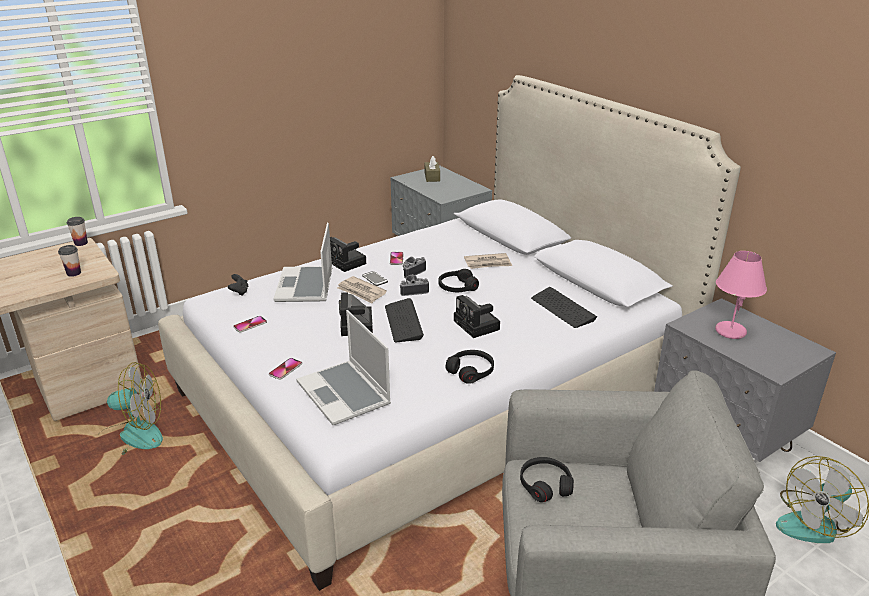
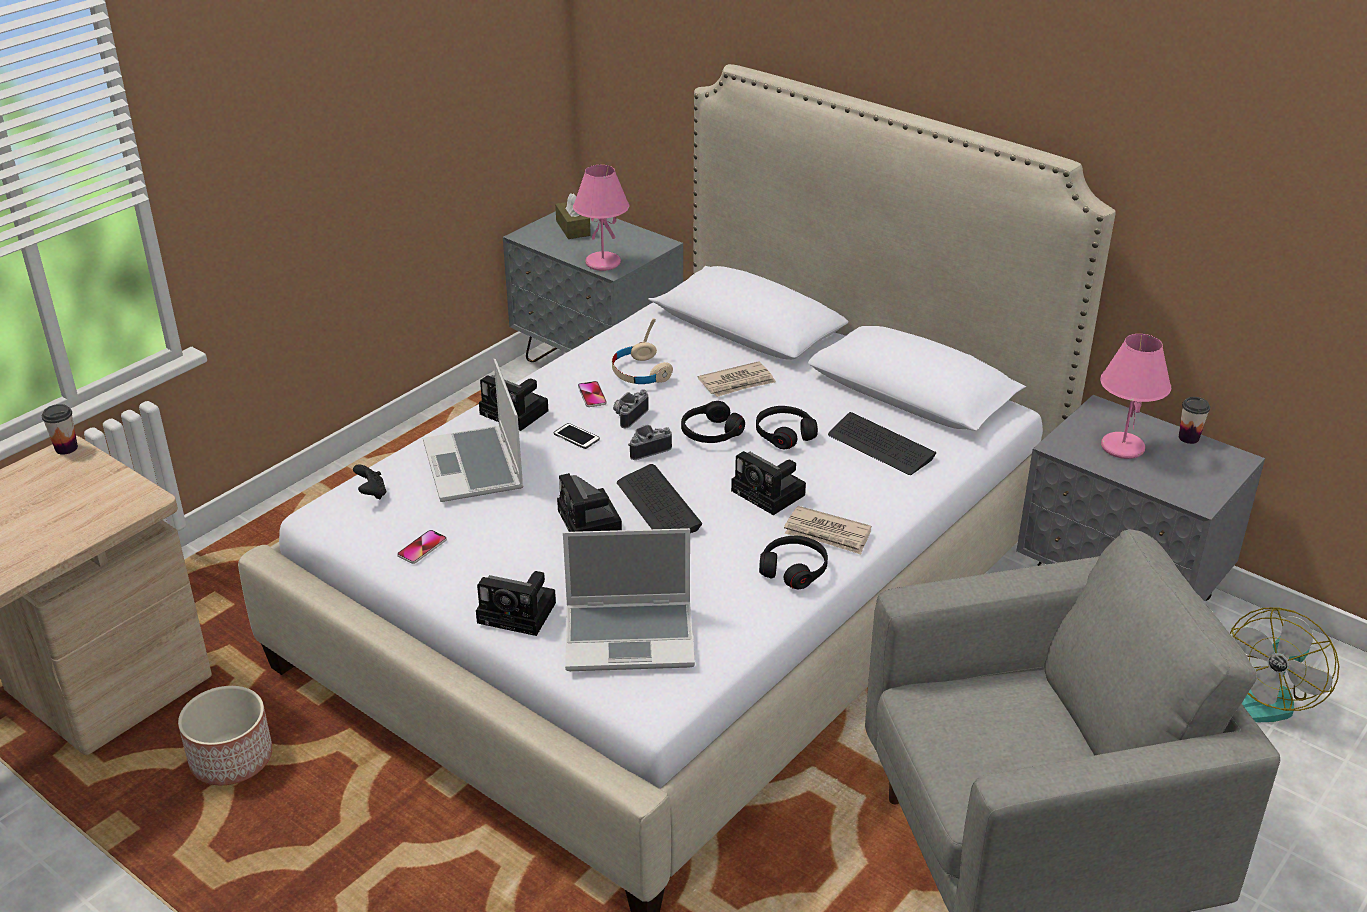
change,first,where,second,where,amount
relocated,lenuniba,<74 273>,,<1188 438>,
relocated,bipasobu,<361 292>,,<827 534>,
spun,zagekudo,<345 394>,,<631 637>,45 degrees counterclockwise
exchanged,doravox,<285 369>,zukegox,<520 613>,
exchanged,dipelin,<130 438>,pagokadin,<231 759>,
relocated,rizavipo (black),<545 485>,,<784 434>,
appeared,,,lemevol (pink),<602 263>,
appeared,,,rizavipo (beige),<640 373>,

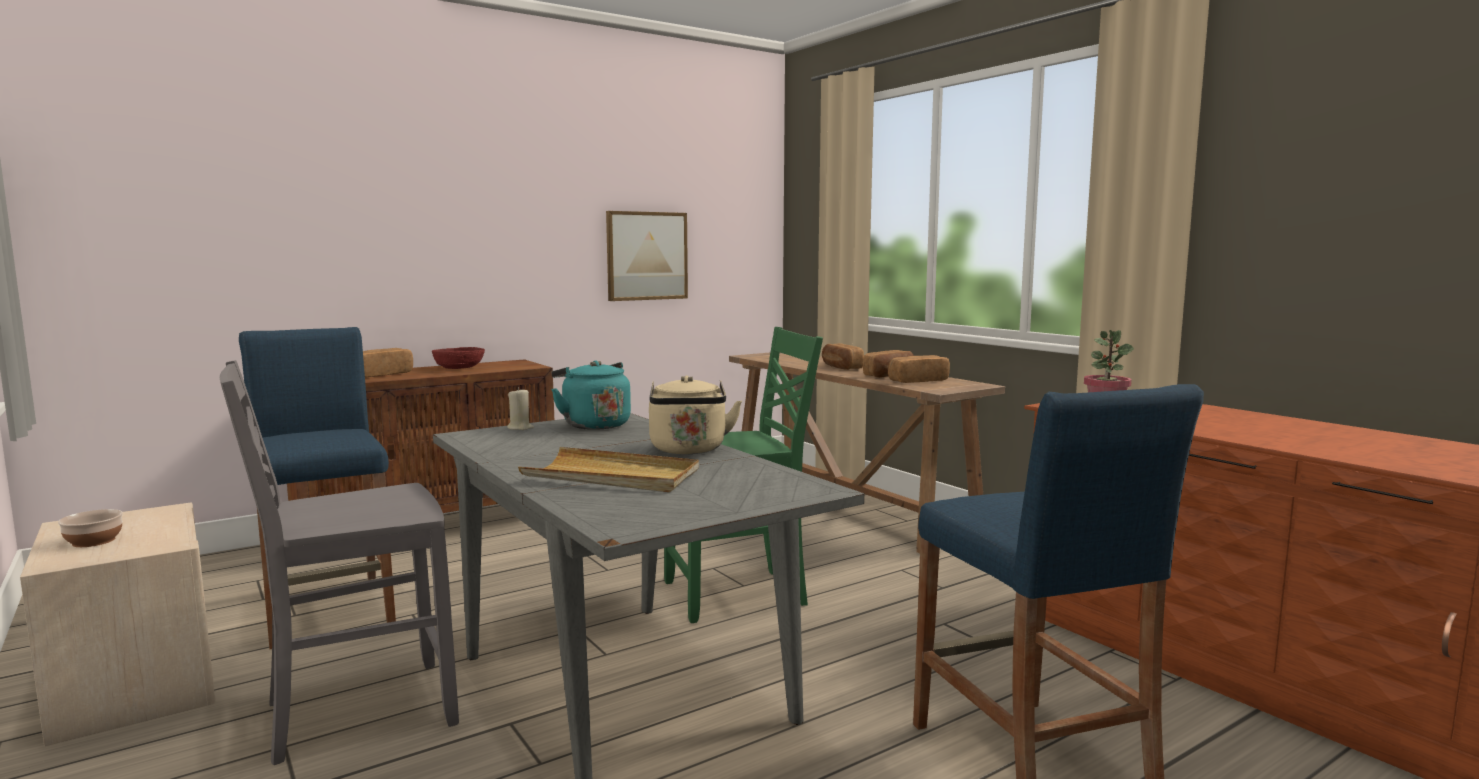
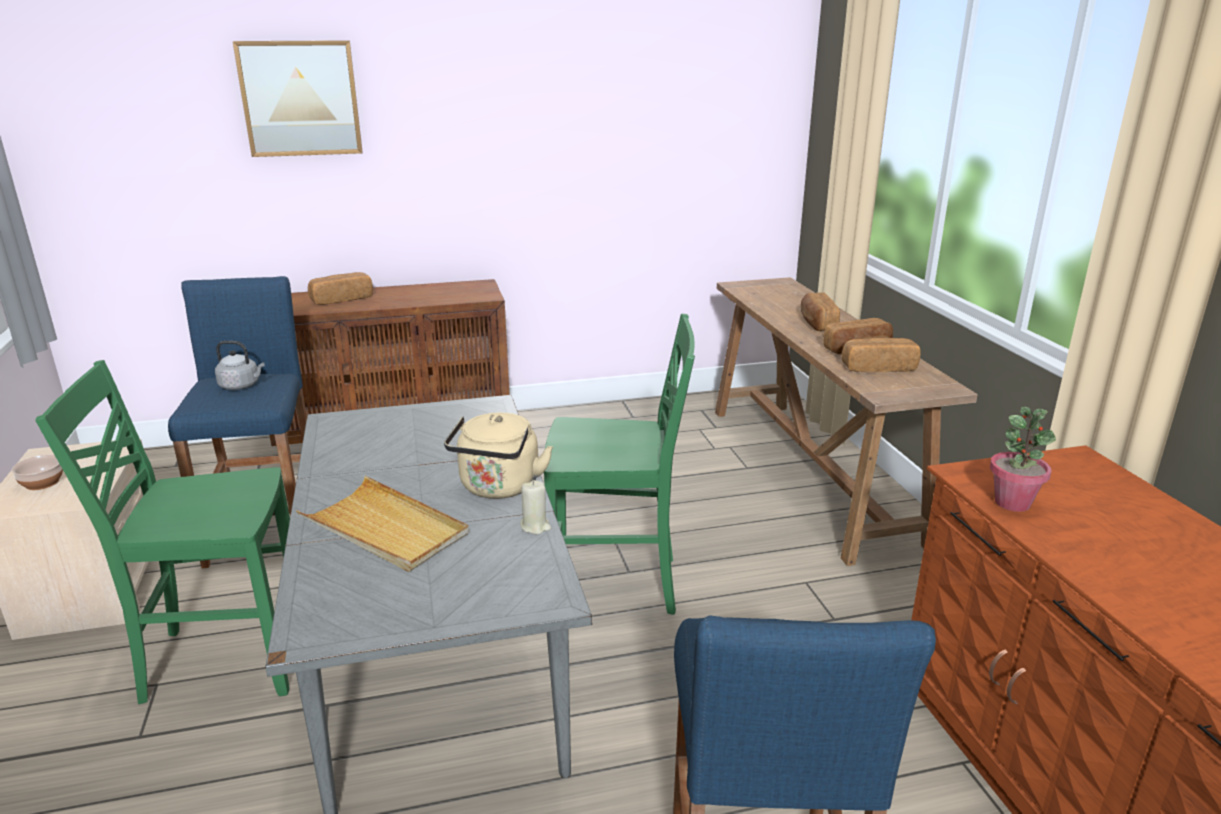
change,first,where,second,where,amount
relocated,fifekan,<646 256>,,<300 98>,
missing,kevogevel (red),<459 368>,,,
colour,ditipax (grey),<357 712>,ditipax (green),<224 659>,
missing,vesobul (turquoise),<593 425>,,,
relocated,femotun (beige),<520 428>,,<535 526>,
appeared,,,vesobul (grey),<241 386>,

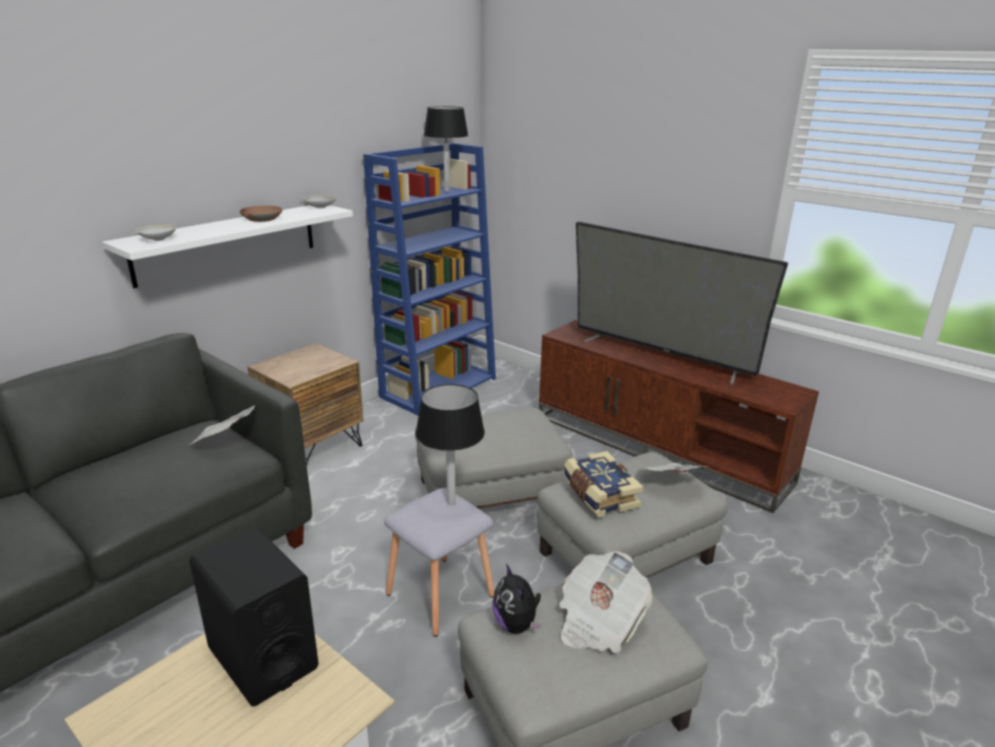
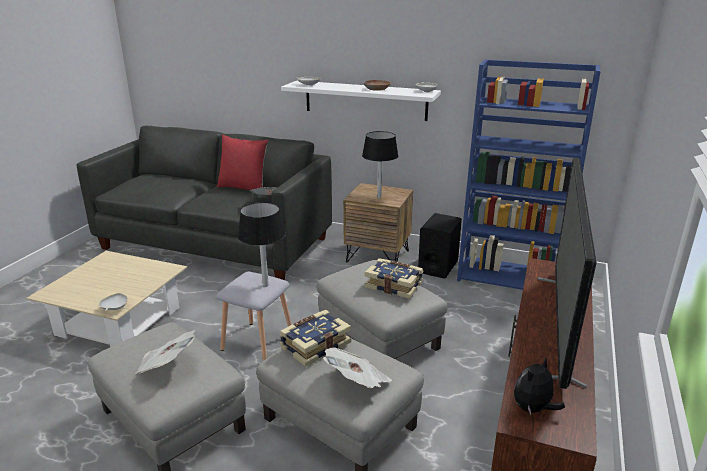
change,first,where,second,where,amount
relocated,lemevol (black),<446 191>,,<379 197>,
relocated,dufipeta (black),<262 658>,,<438 267>,
relocated,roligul,<516 624>,,<533 409>,
appeared,,,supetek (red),<244 187>,
appeared,,,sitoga,<394 285>,
appeared,,,kevogevel (white),<114 308>,

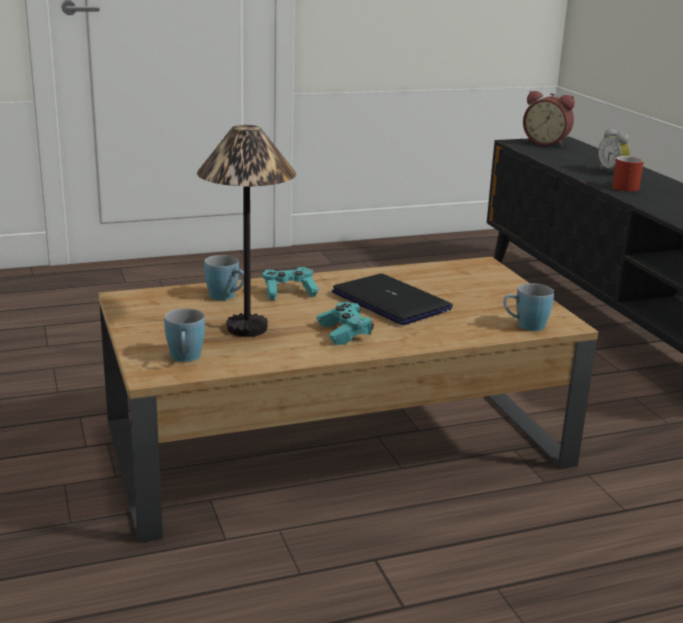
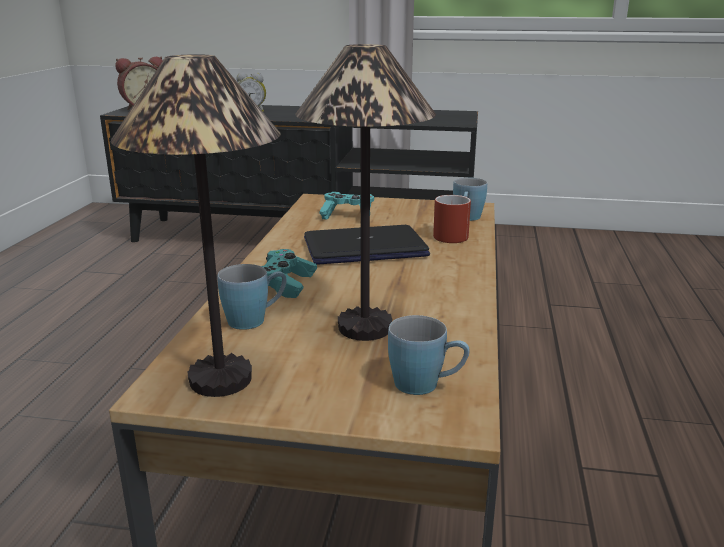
change,first,where,second,where,amount
relocated,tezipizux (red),<627 187>,,<446 235>,
relocated,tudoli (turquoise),<344 333>,,<348 216>,
appeared,,,lemevol,<219 380>,

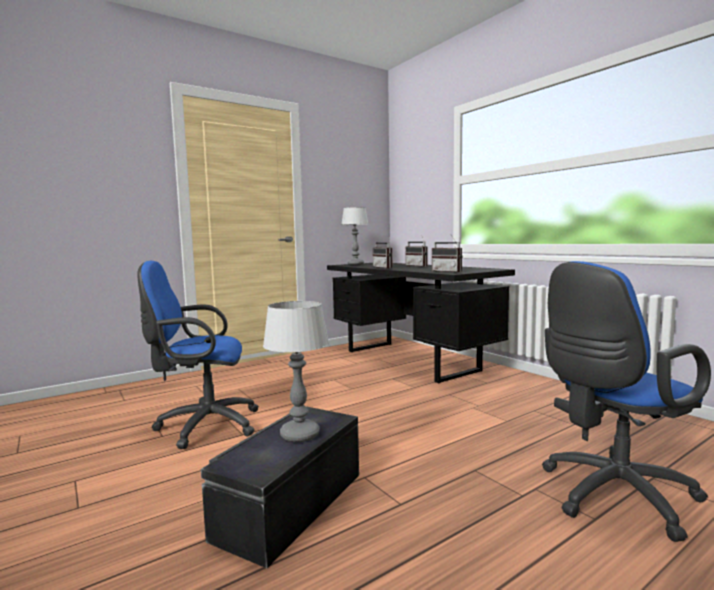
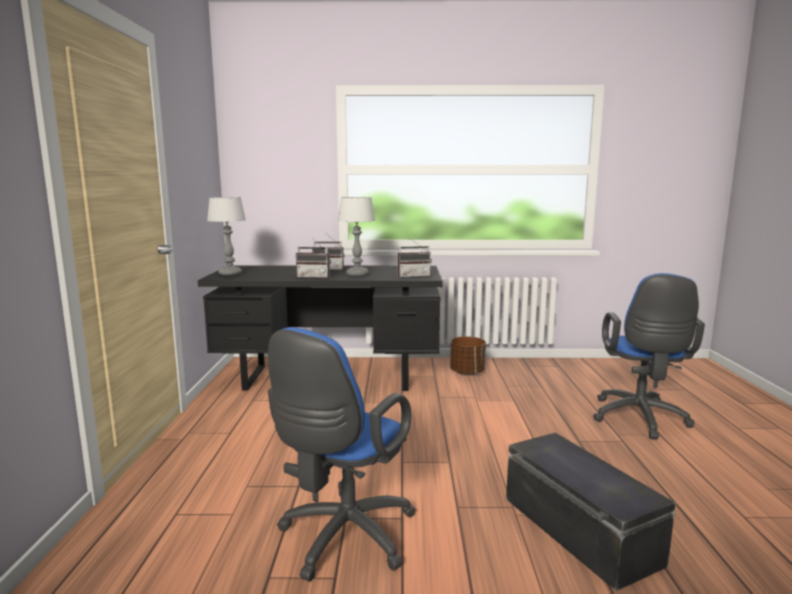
change,first,where,second,where,amount
relocated,lemevol,<300 434>,,<357 274>,
appeared,,,pagokadin (brown),<467 372>,

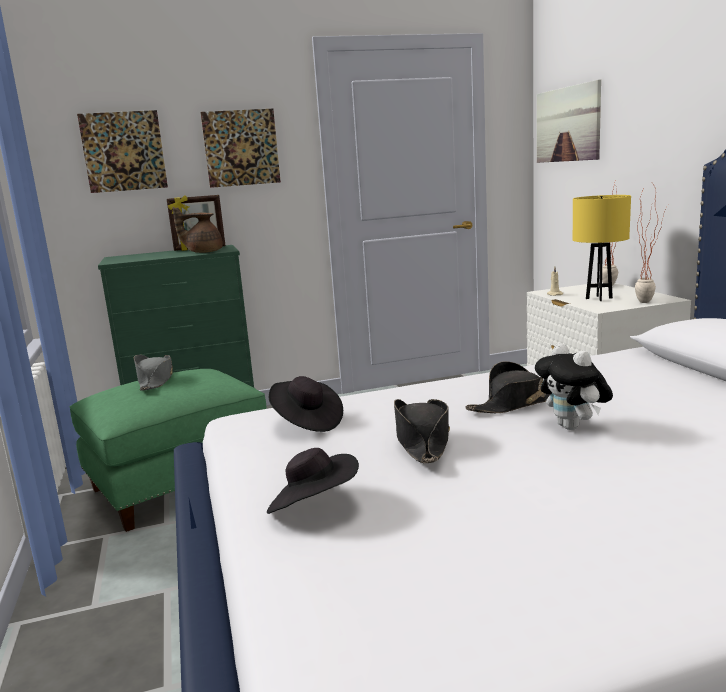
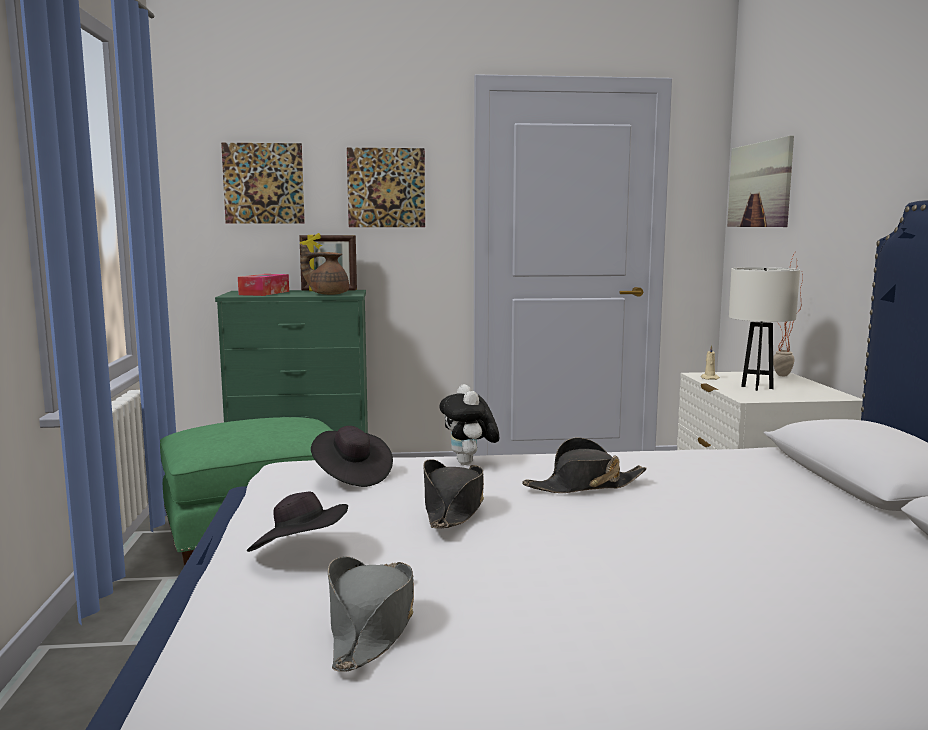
change,first,where,second,where,amount
missing,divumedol,<648 301>,,,
colour,lemevol (yellow),<599 298>,lemevol (white),<757 387>,
relocated,roligul,<573 427>,,<469 463>,
relocated,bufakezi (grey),<155 380>,,<371 625>,
appeared,,,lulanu,<264 293>,

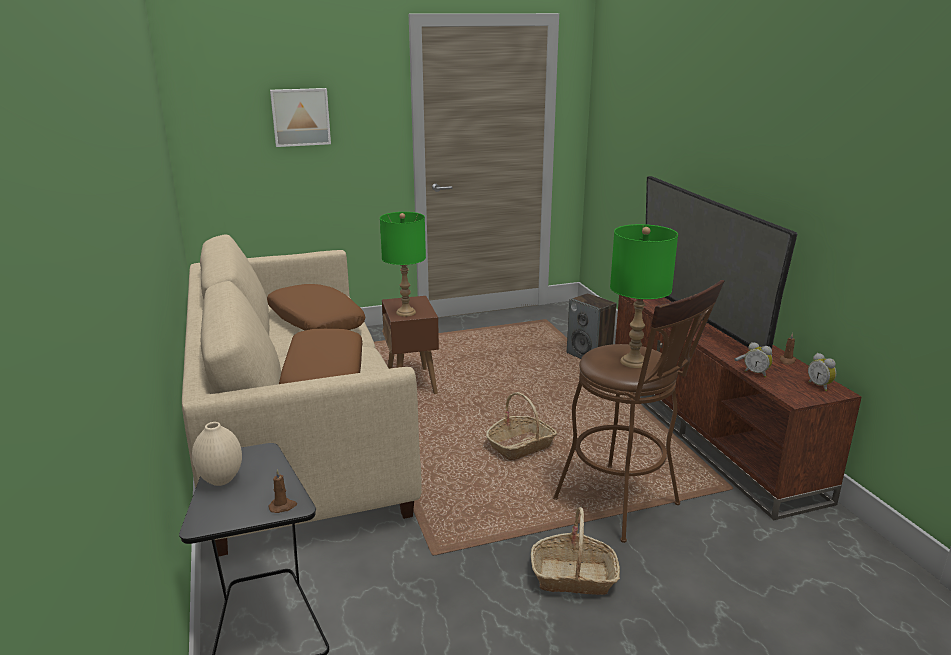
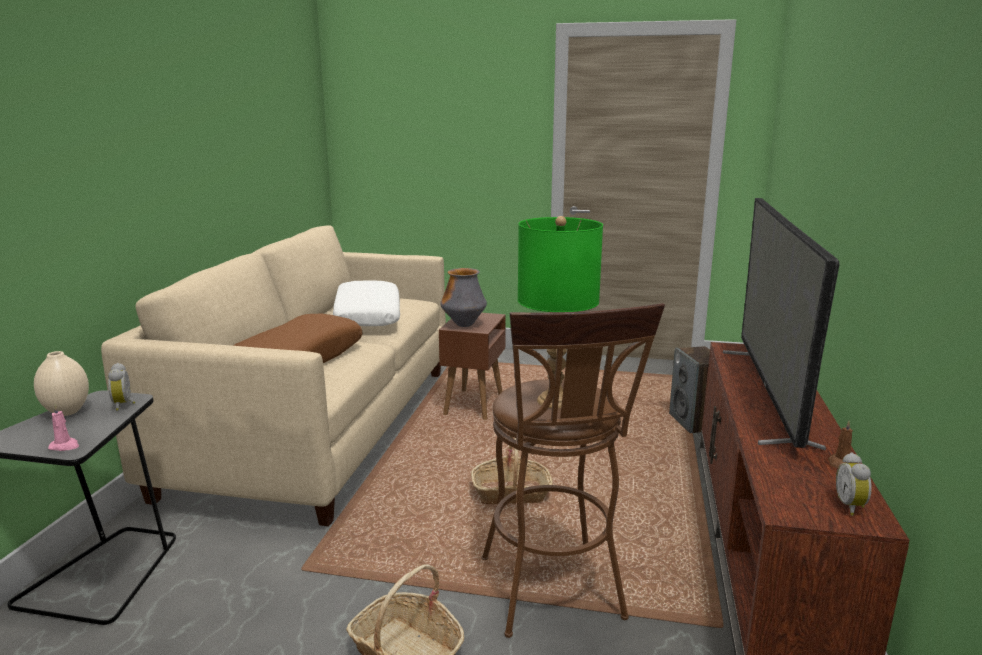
change,first,where,second,where,amount
missing,fifekan,<300 117>,,,
exchanged,lemevol (green),<406 312>,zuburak,<464 325>,
colour,supetek (brown),<315 321>,supetek (white),<367 315>,
relocated,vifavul,<756 373>,,<125 405>,
colour,femotun (brown),<283 506>,femotun (pink),<65 446>,

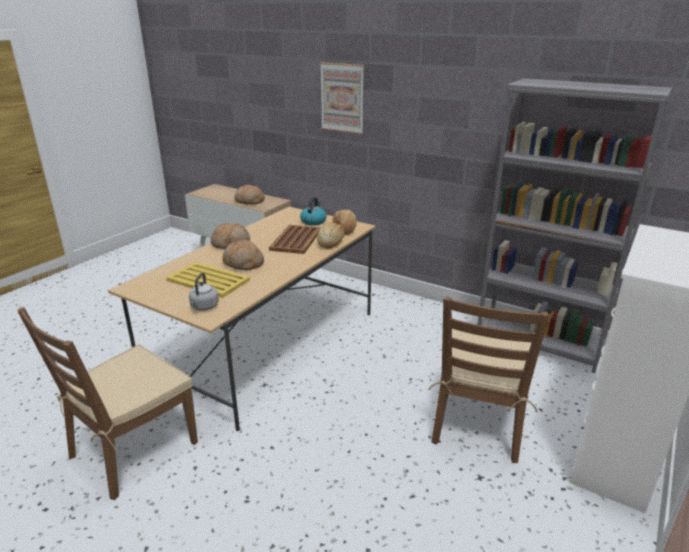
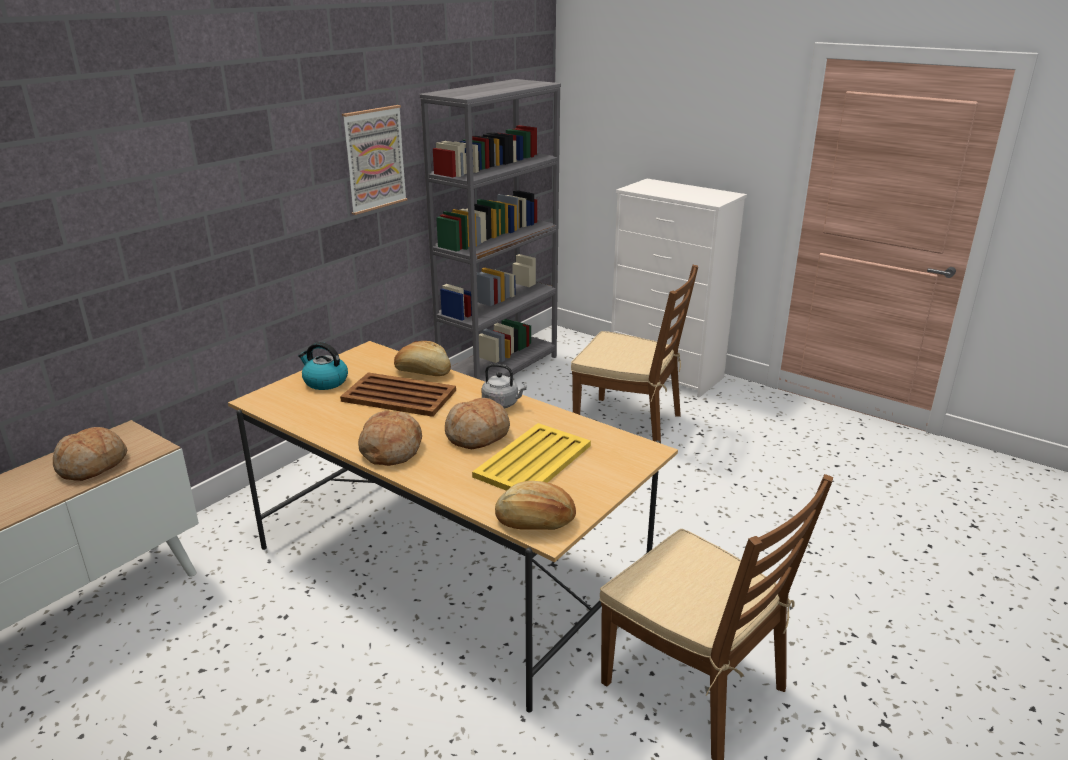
change,first,where,second,where,amount
relocated,fifekan,<342 98>,,<374 159>,
relocated,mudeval,<345 229>,,<535 521>,
relocated,vesobul (grey),<204 307>,,<502 404>,

